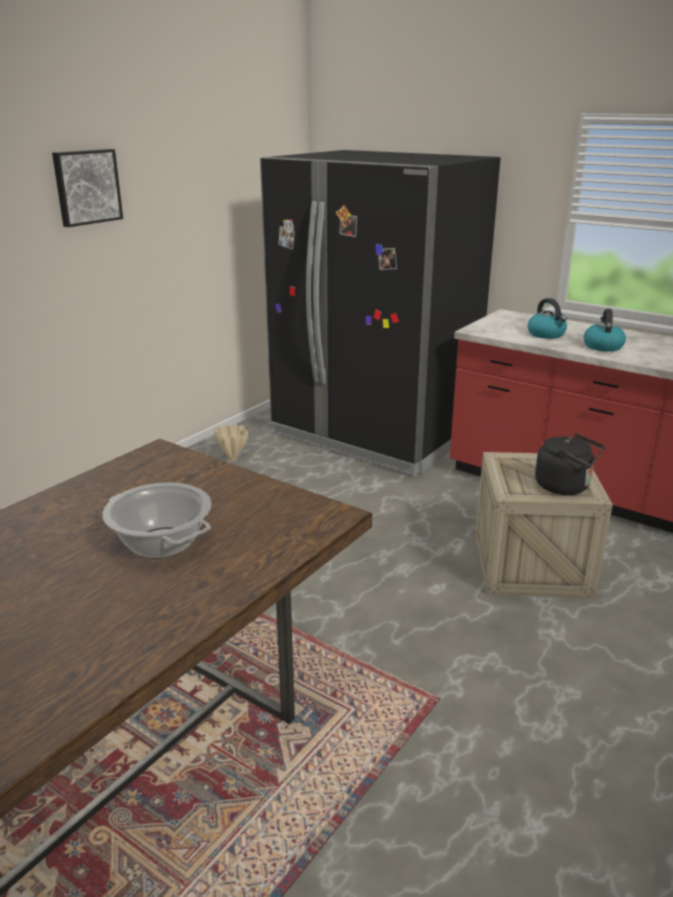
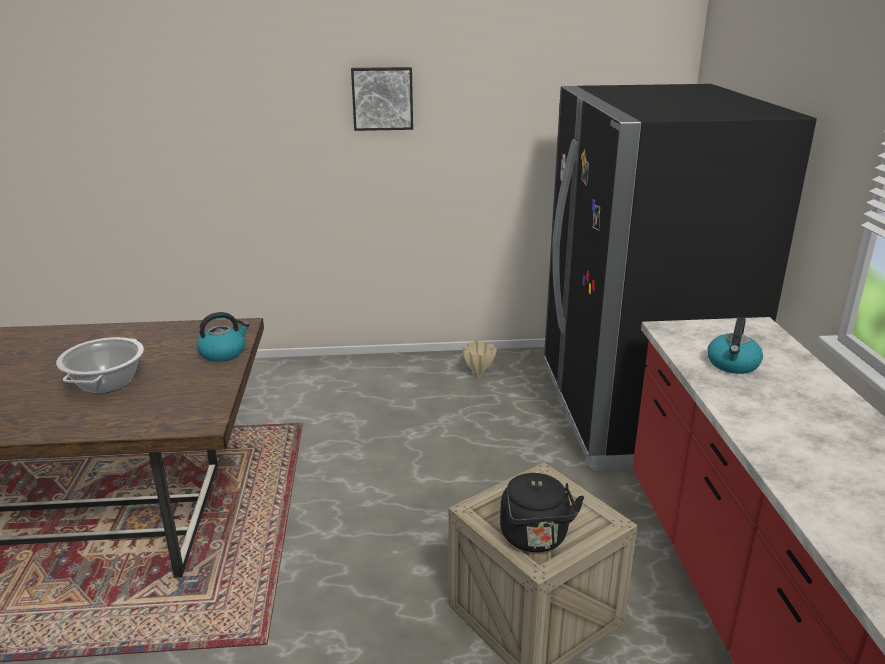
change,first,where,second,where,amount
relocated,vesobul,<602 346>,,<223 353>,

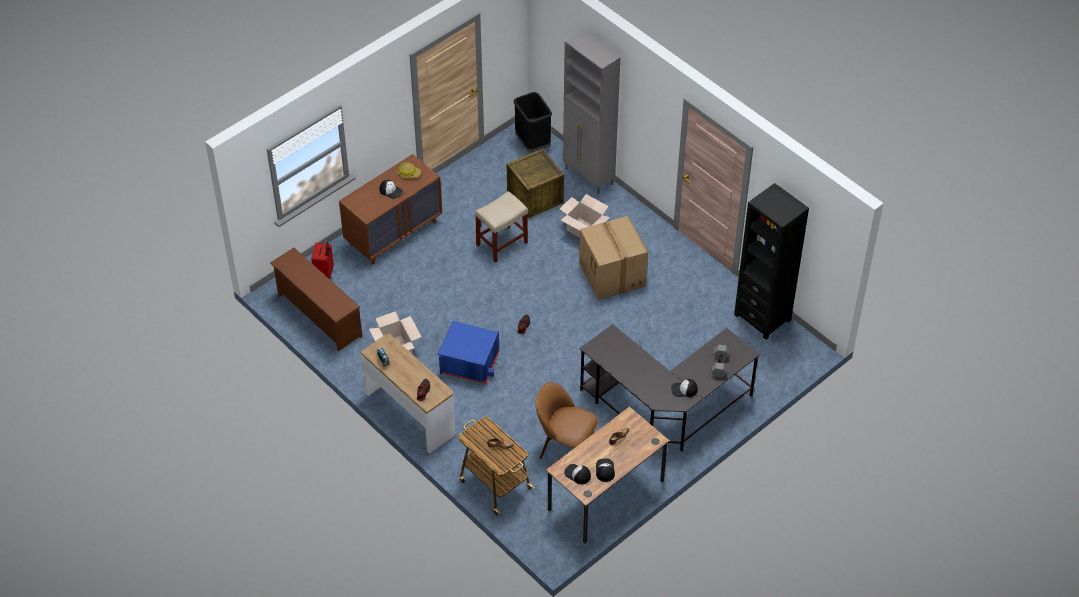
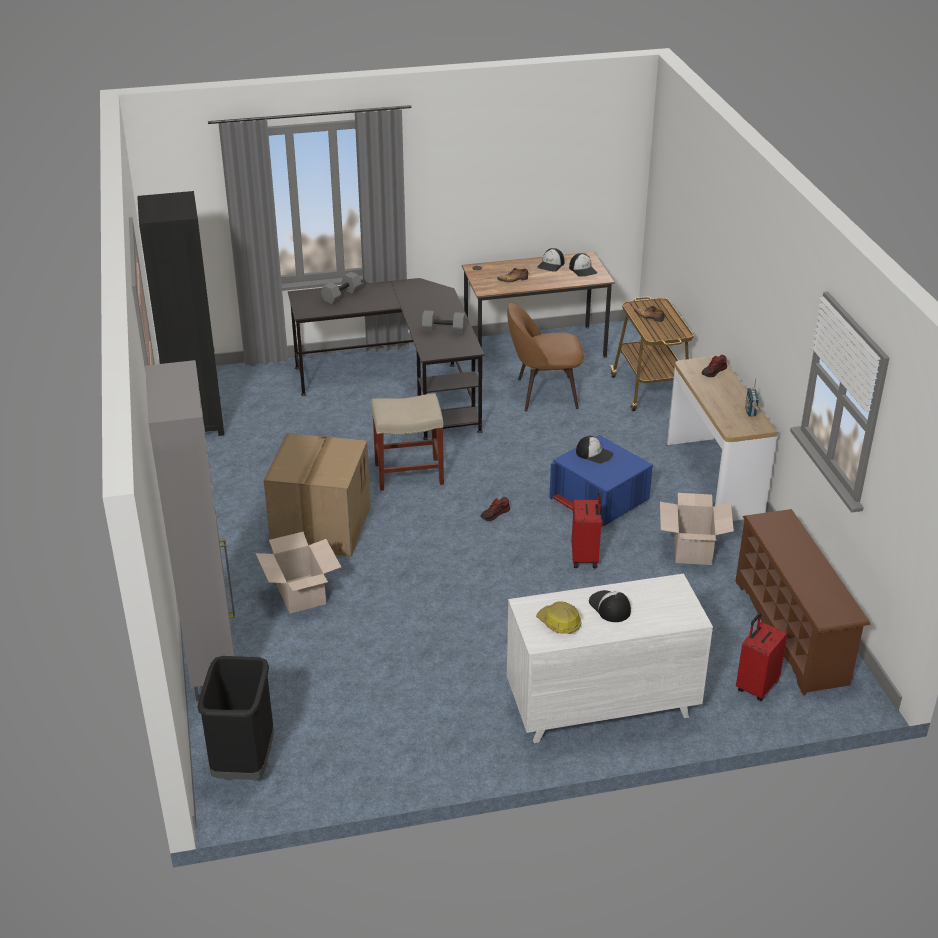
change,first,where,second,where,amount
missing,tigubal,<535 197>,,,
colour,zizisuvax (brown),<394 233>,zizisuvax (white),<601 707>,
relocated,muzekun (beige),<502 243>,,<408 474>,
relocated,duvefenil,<684 390>,,<594 453>,
spun,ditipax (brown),<565 446>,,<544 393>,120 degrees clockwise
appeared,,,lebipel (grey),<443 330>,
appeared,,,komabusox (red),<585 557>,

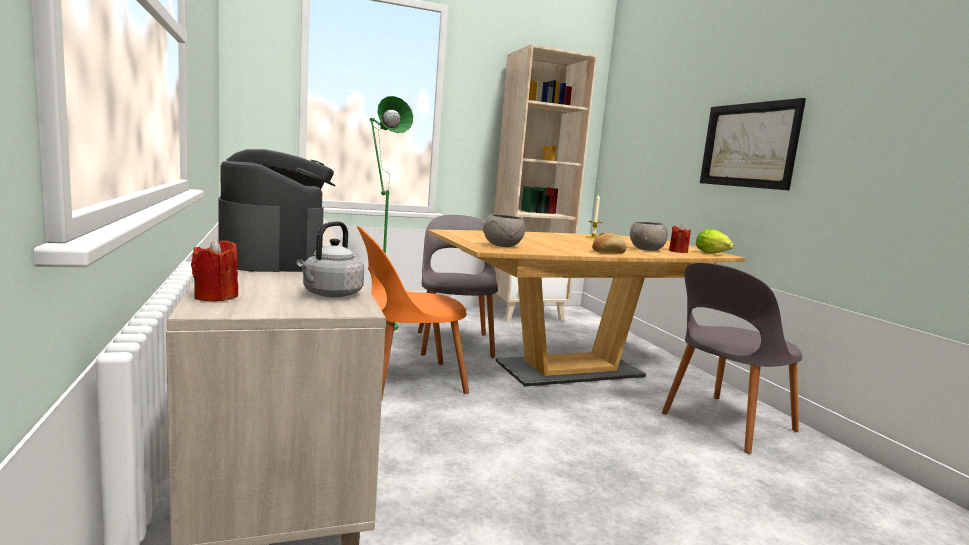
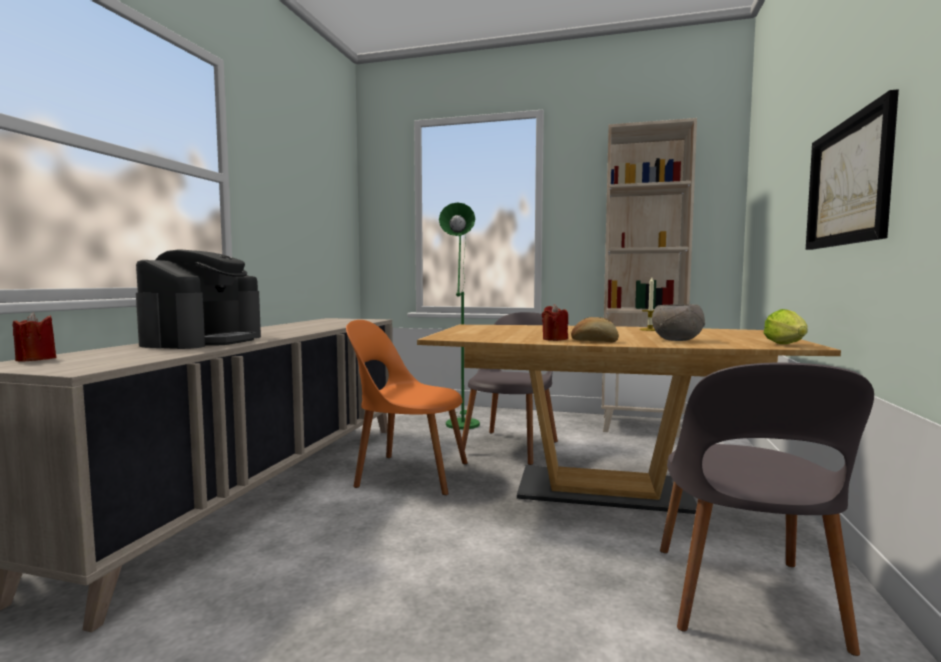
change,first,where,second,where,amount
missing,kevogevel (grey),<502 246>,,,
missing,vesobul (grey),<330 295>,,,
relocated,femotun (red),<678 251>,,<554 339>,
spun,ditipax (grey),<725 423>,,<744 600>,75 degrees counterclockwise

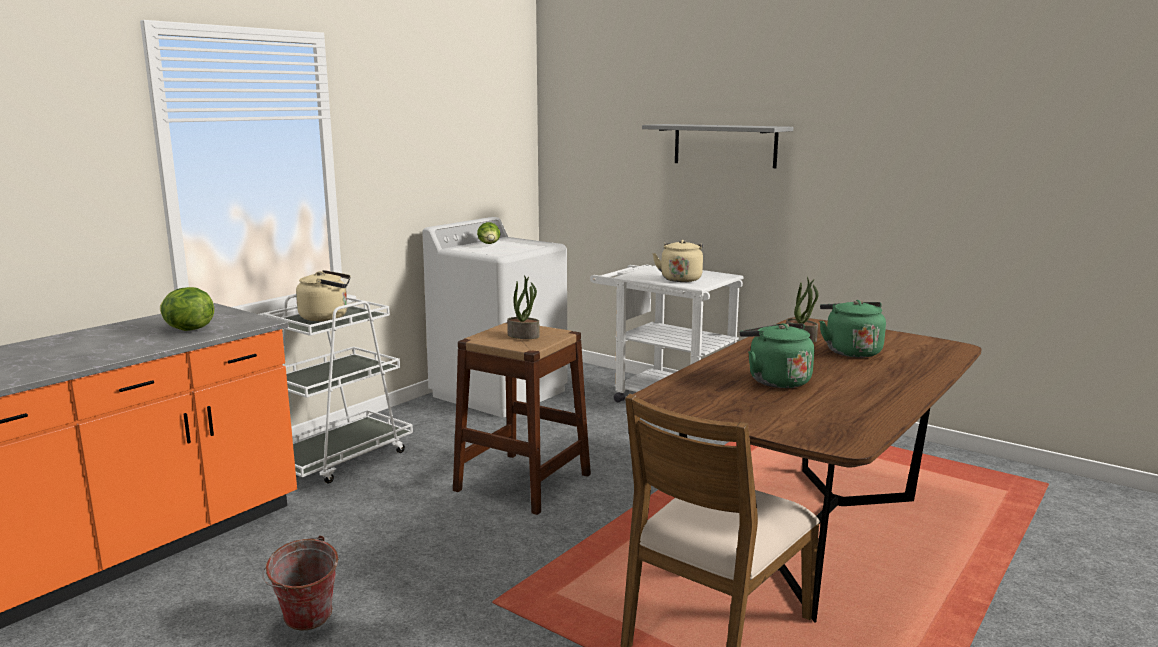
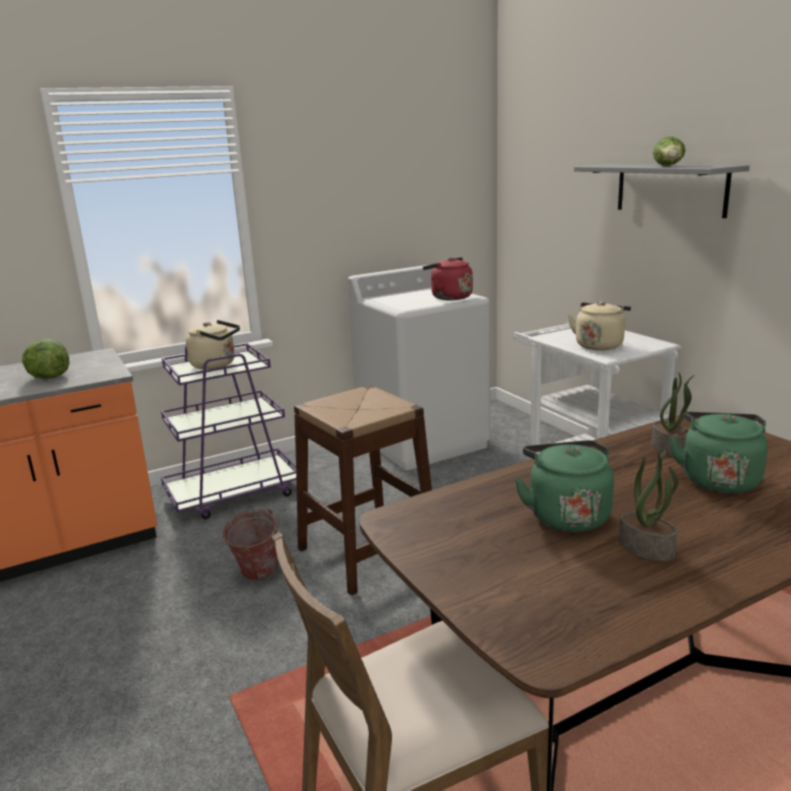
change,first,where,second,where,amount
relocated,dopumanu,<490 244>,,<669 166>,
relocated,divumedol,<524 336>,,<647 548>,
colour,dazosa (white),<339 458>,dazosa (purple),<234 494>,
relocated,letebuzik,<305 624>,,<255 575>,
appeared,,,vesobul (red),<449 297>,

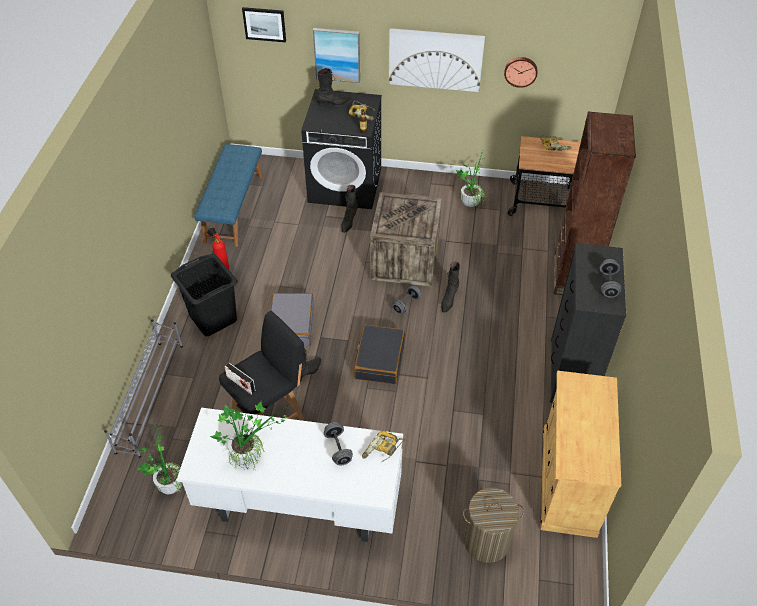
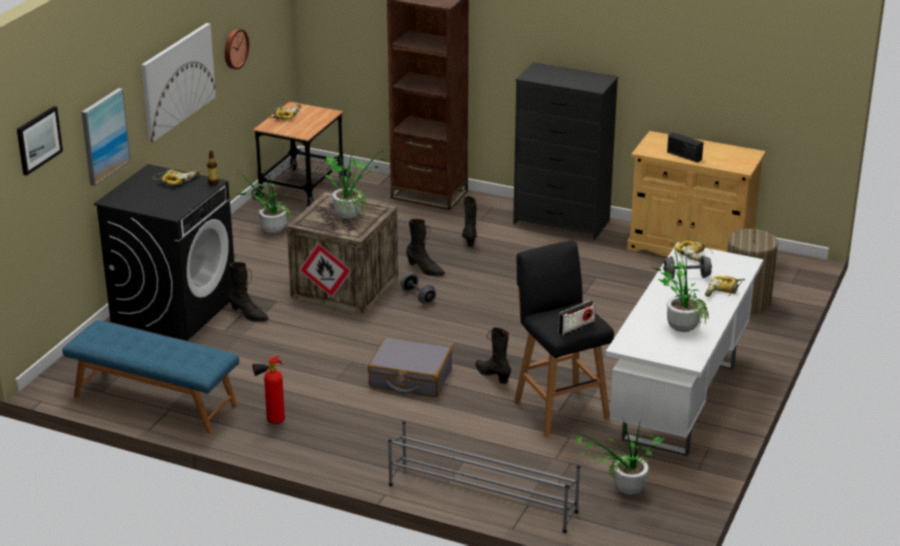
change,first,where,second,where,amount
relocated,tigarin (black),<333 104>,,<469 240>,
missing,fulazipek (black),<213 318>,,,
missing,lebipel (grey),<608 284>,,,
missing,komabusox (black),<379 360>,,,
appeared,,,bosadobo,<684 156>,
appeared,,,divumedol,<351 214>,
appeared,,,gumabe,<723 291>,

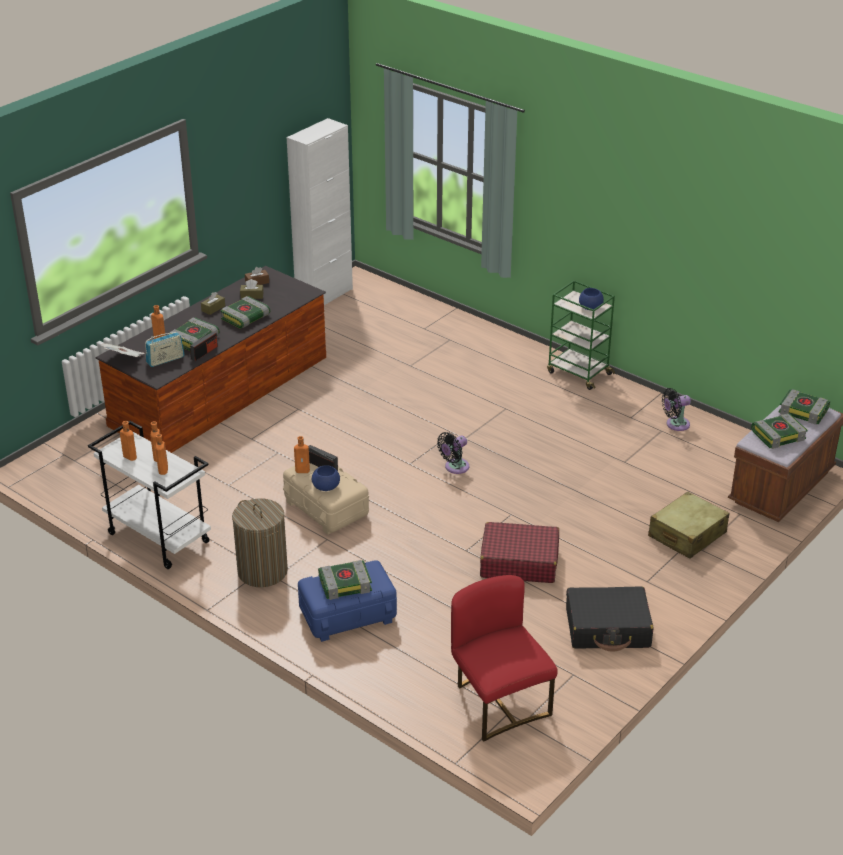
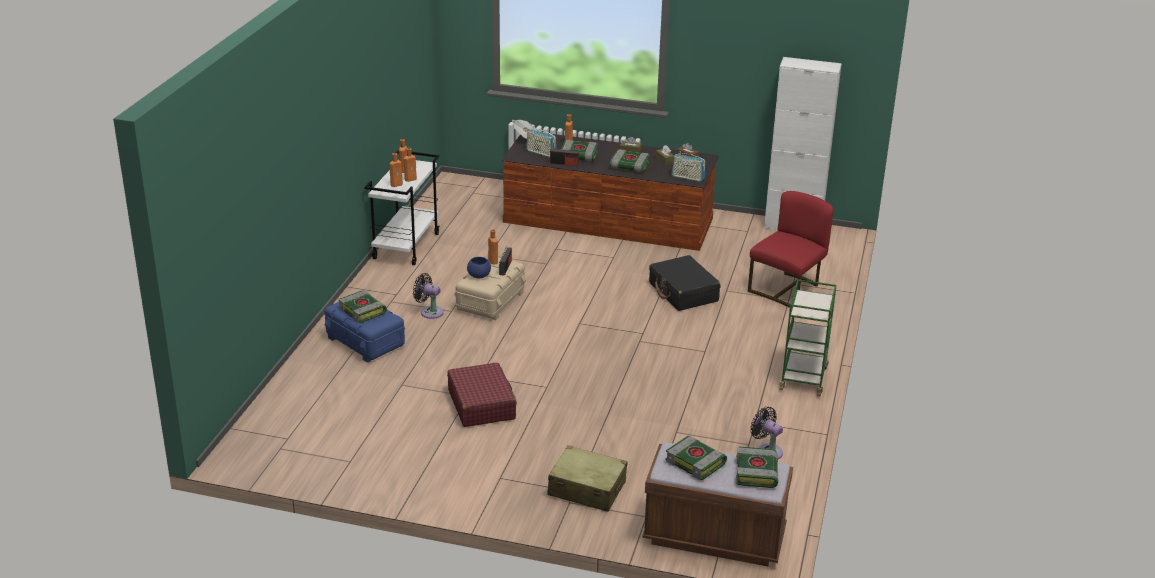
change,first,where,second,where,amount
missing,kevogevel (blue),<590 307>,,,
relocated,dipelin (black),<454 467>,,<429 312>,
missing,fulazipek,<262 571>,,,
relocated,ditipax (red),<499 702>,,<787 290>,
relocated,komabusox (black),<608 628>,,<683 292>,
appeared,,,bosadobo,<688 177>,

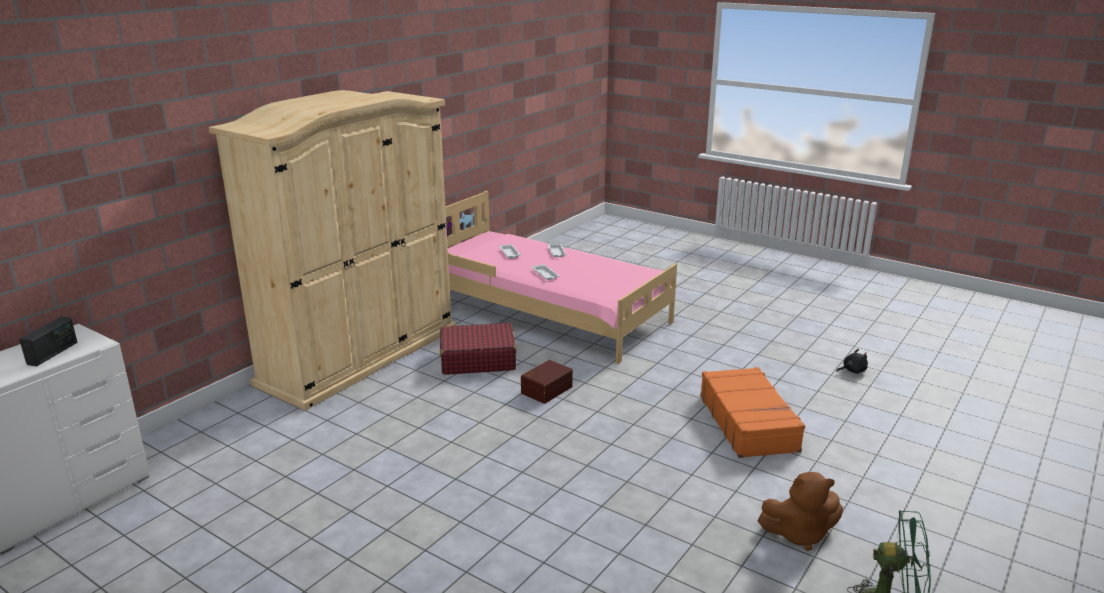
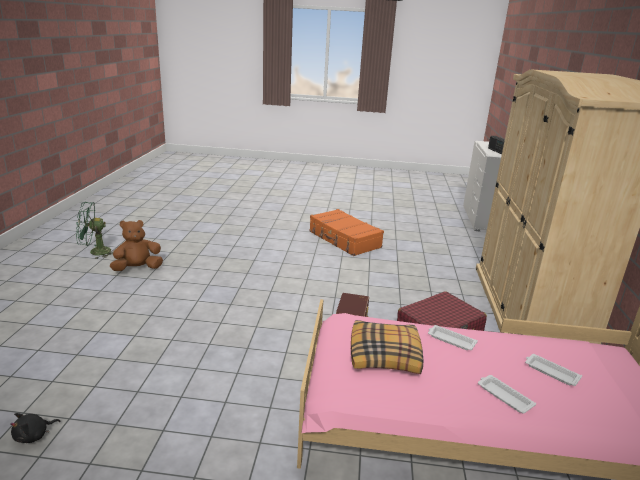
change,first,where,second,where,amount
relocated,komabusox (orange),<748 423>,,<344 240>,
appeared,,,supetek,<385 355>,

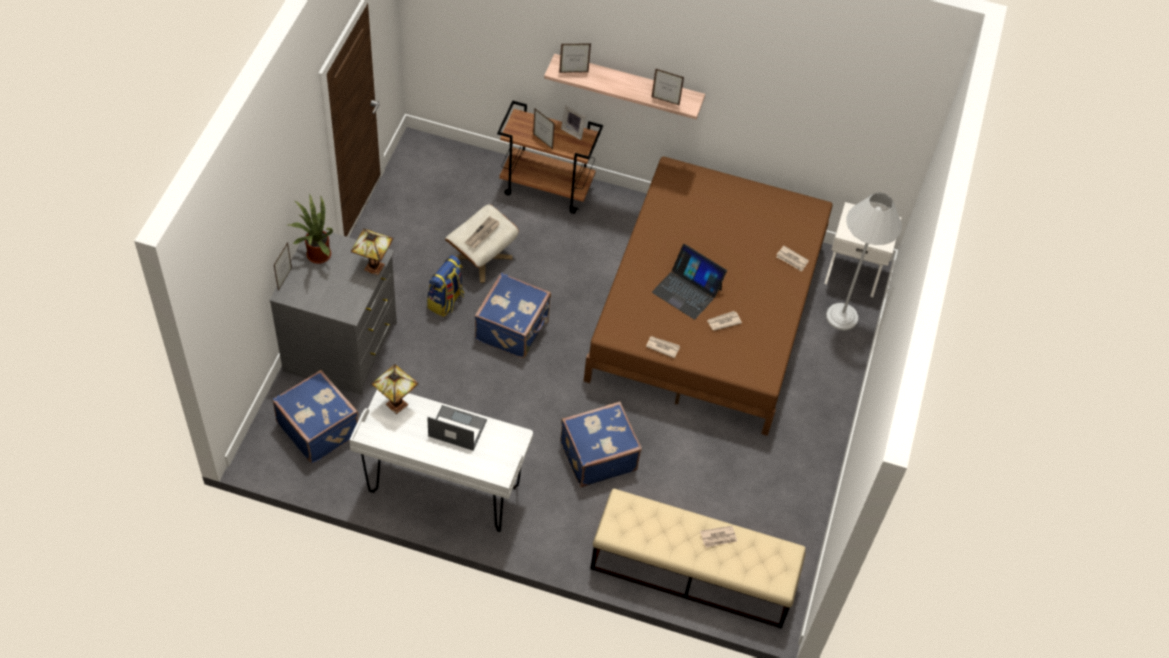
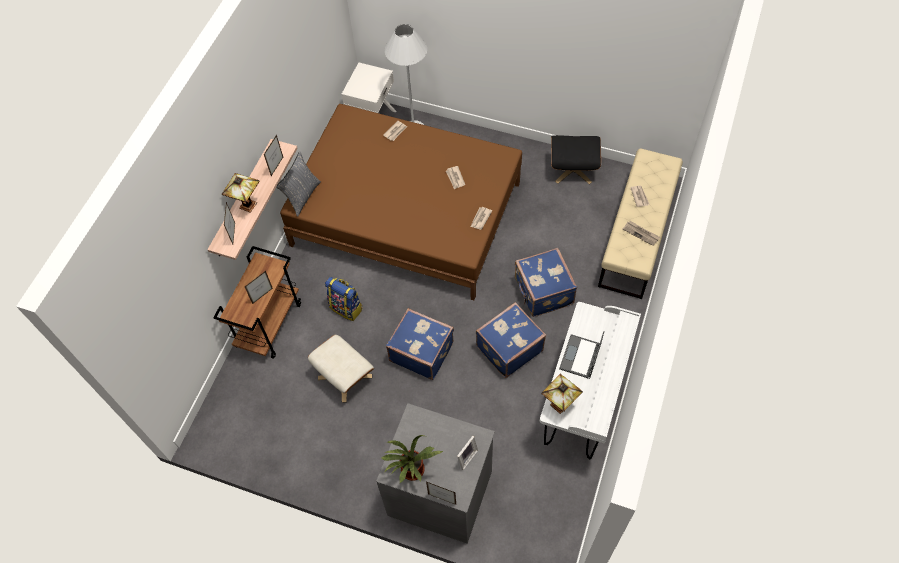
change,first,where,second,where,amount
relocated,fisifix,<573 131>,,<465 456>,
relocated,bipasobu,<482 234>,,<641 233>,
relocated,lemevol,<372 267>,,<248 206>,
missing,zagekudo,<687 290>,,,
relocated,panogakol,<446 301>,,<346 308>,
relocated,komabusox (blue),<319 427>,,<508 348>,
appeared,,,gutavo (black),<573 169>,
appeared,,,supetek (grey),<302 196>,

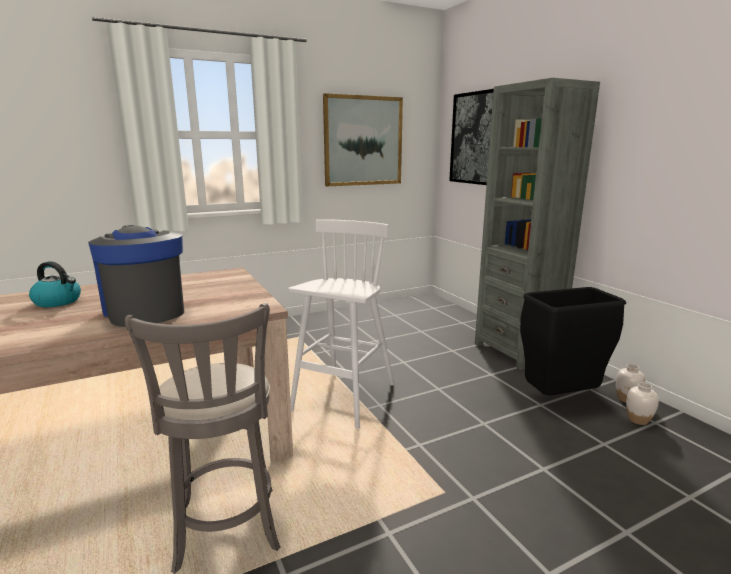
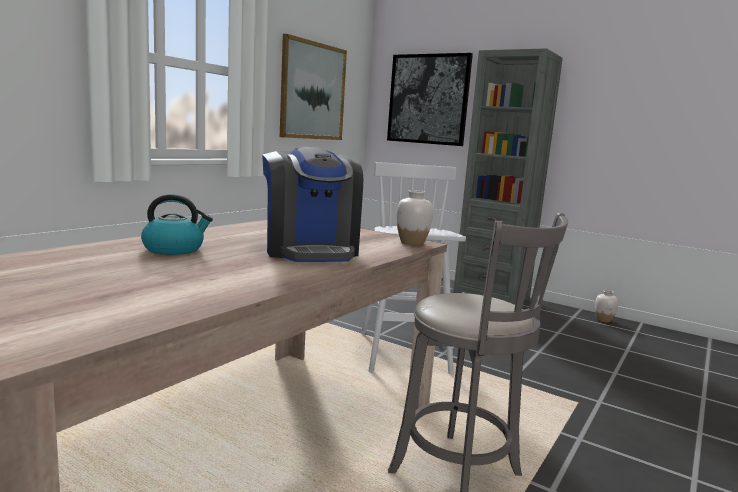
change,first,where,second,where,amount
spun,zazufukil,<145 310>,,<310 250>,135 degrees counterclockwise
missing,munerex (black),<560 399>,,,
relocated,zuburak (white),<638 420>,,<412 243>,

